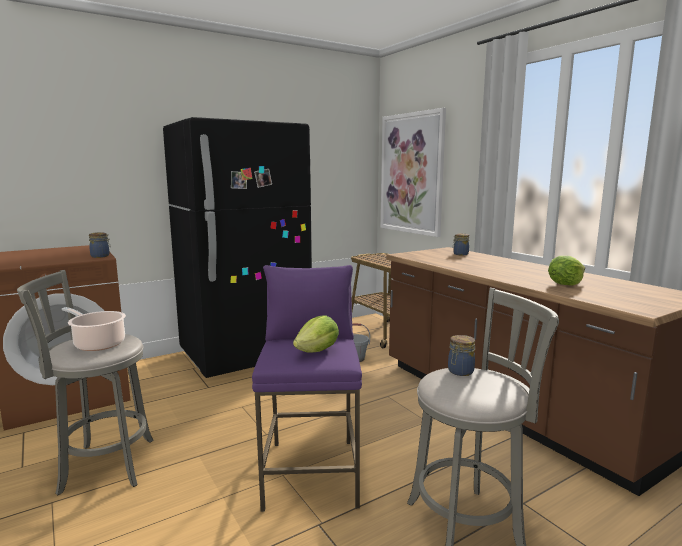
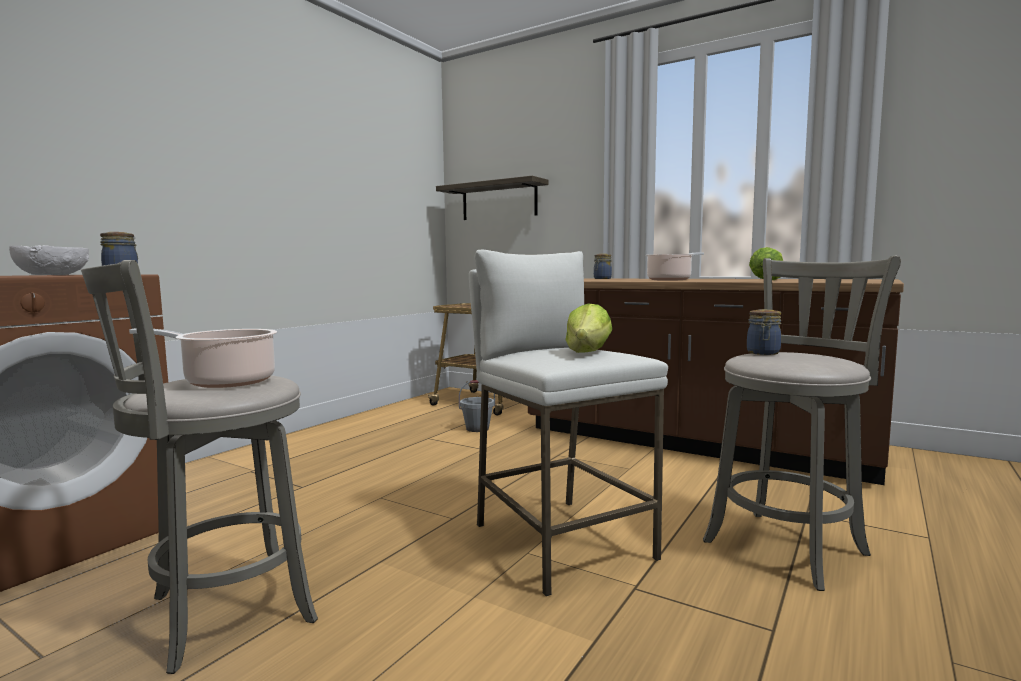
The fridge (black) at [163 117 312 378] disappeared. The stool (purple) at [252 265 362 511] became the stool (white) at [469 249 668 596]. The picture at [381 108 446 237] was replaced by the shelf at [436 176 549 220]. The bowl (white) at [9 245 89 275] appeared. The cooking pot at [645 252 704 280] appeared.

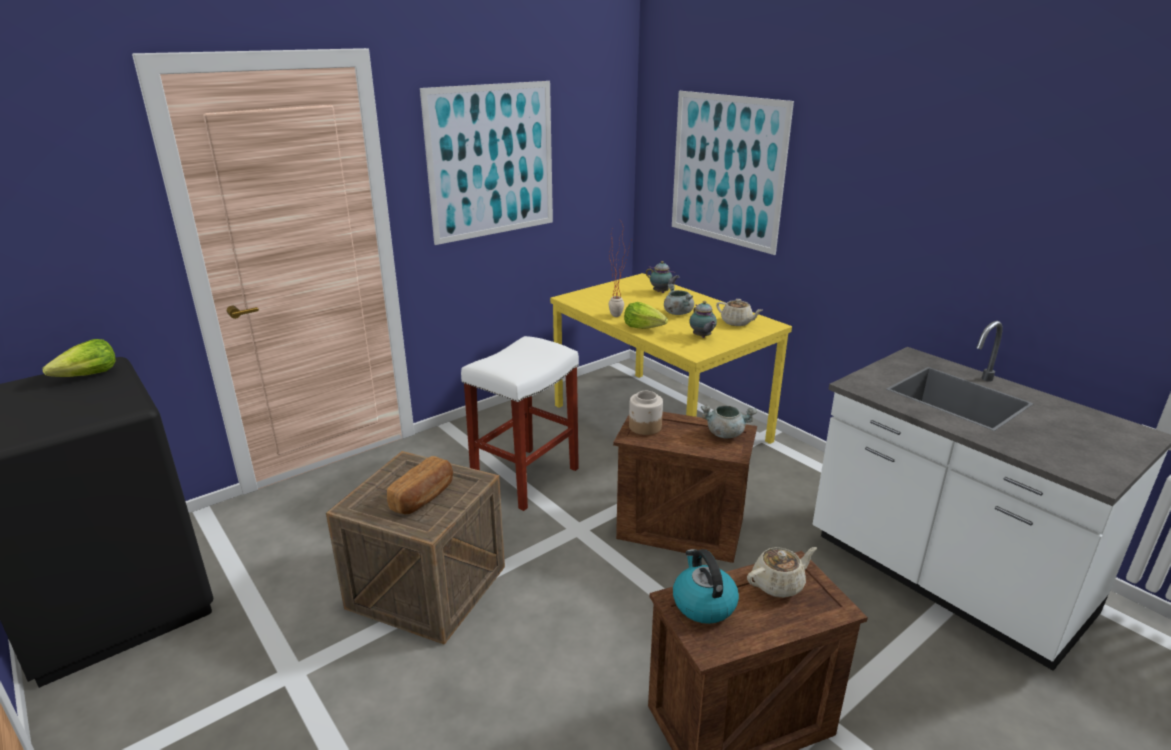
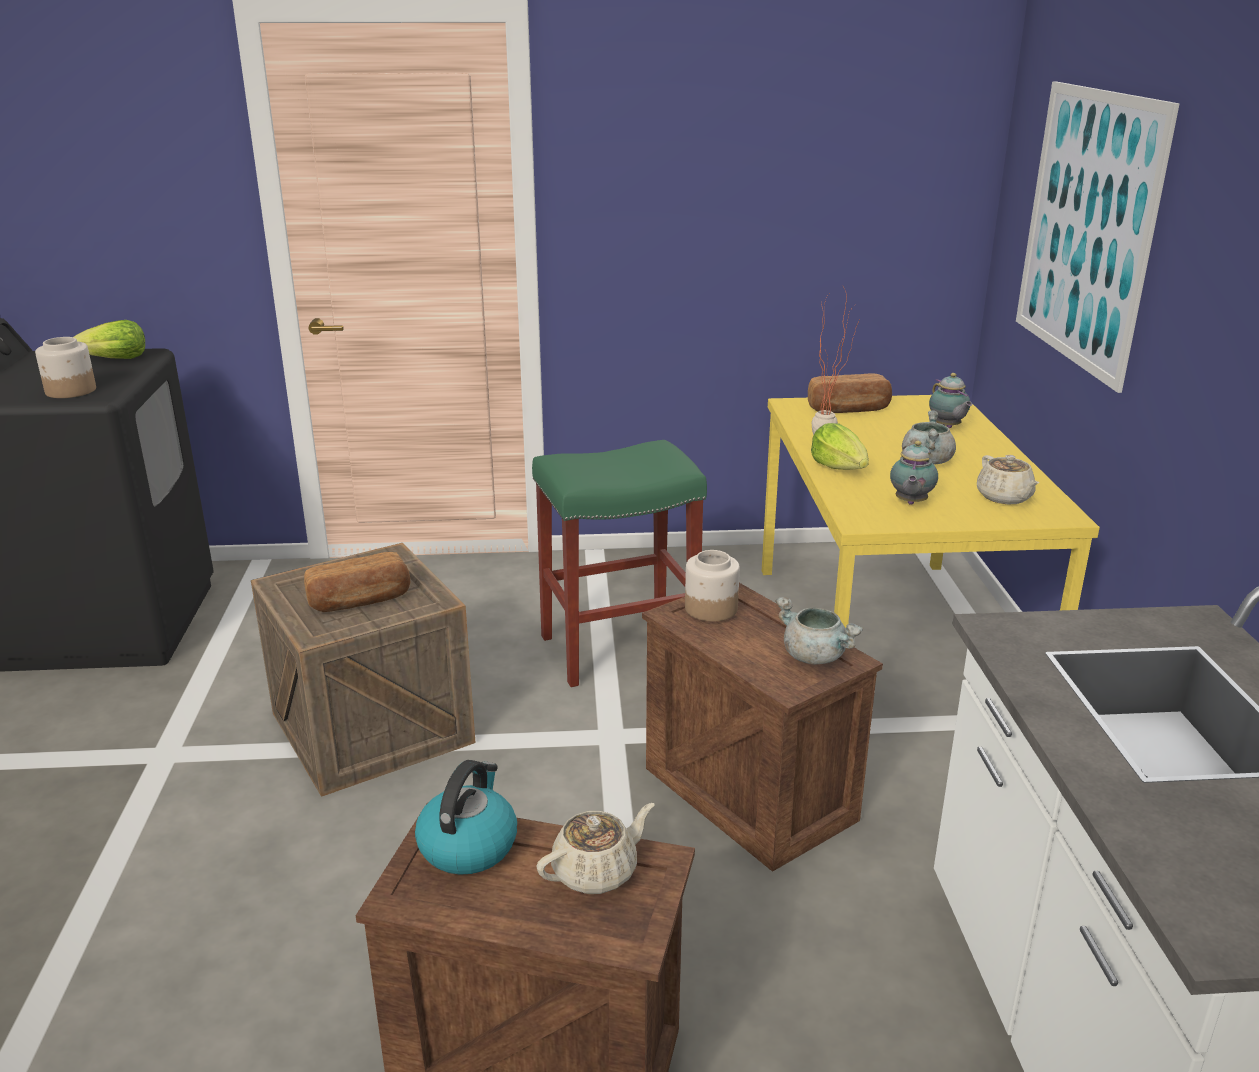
The picture at [420 81 553 245] disappeared. The stool (white) at [461 336 579 511] became the stool (green) at [532 440 707 687]. The teapot (beige) at [747 547 817 598] turned 45 degrees counterclockwise. The jar at [35 337 96 398] appeared. The bread at [808 373 892 413] appeared.

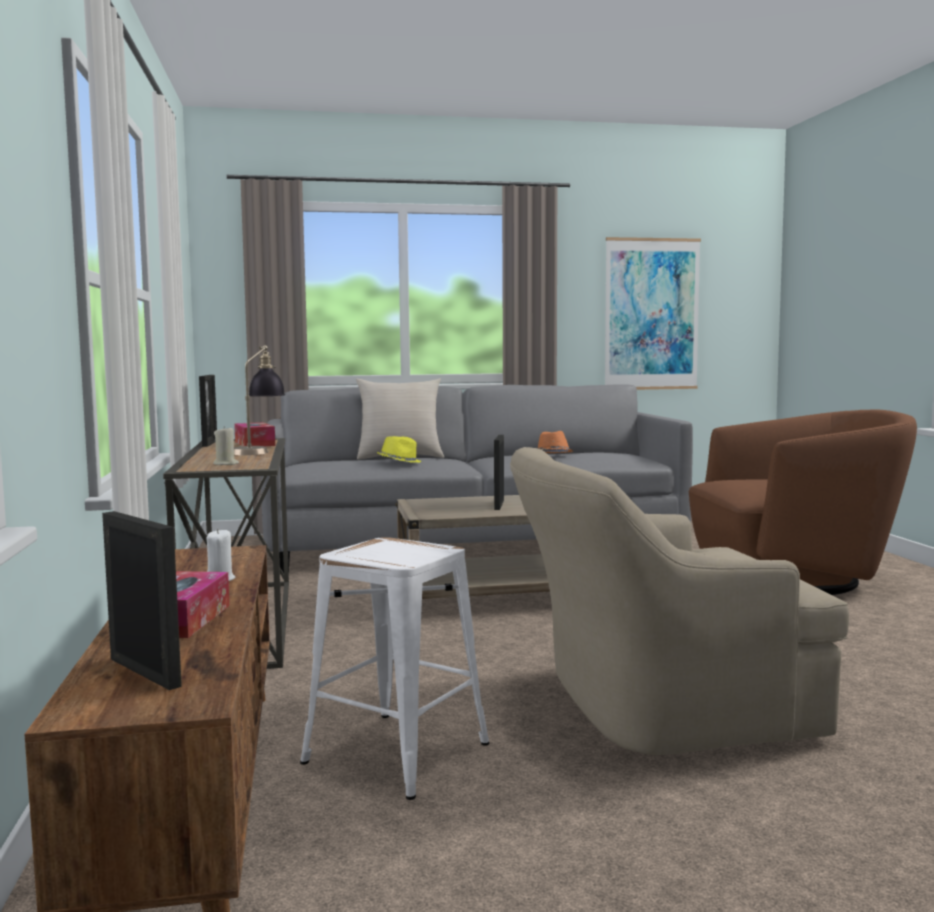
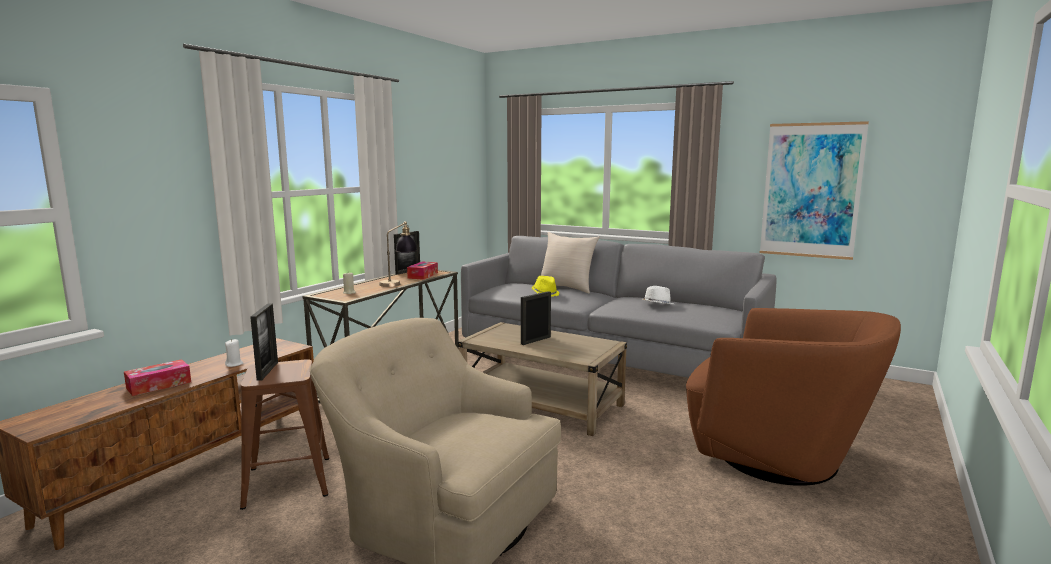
The picture frame moved from [102 511 182 690] to [250 303 278 381]. The stool (white) at [300 537 489 800] became the stool (brown) at [240 359 329 510]. The hat (orange) at [538 431 573 453] became the hat (white) at [642 286 674 304].

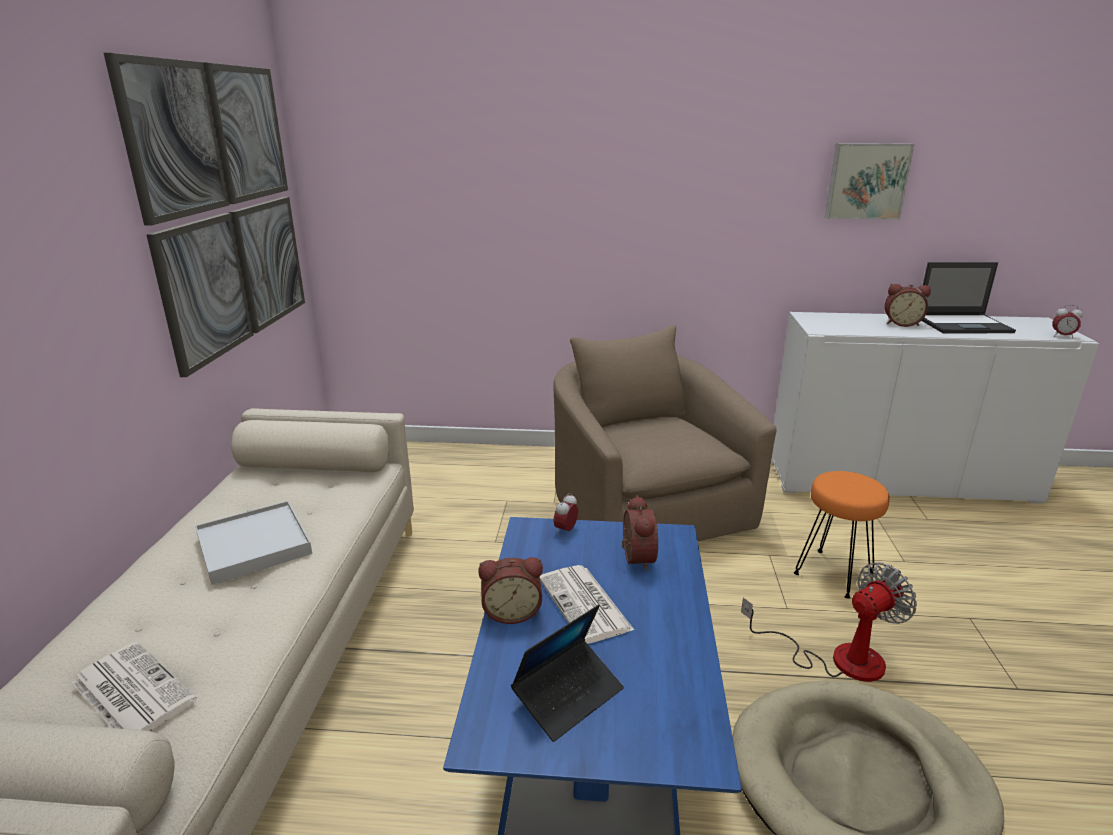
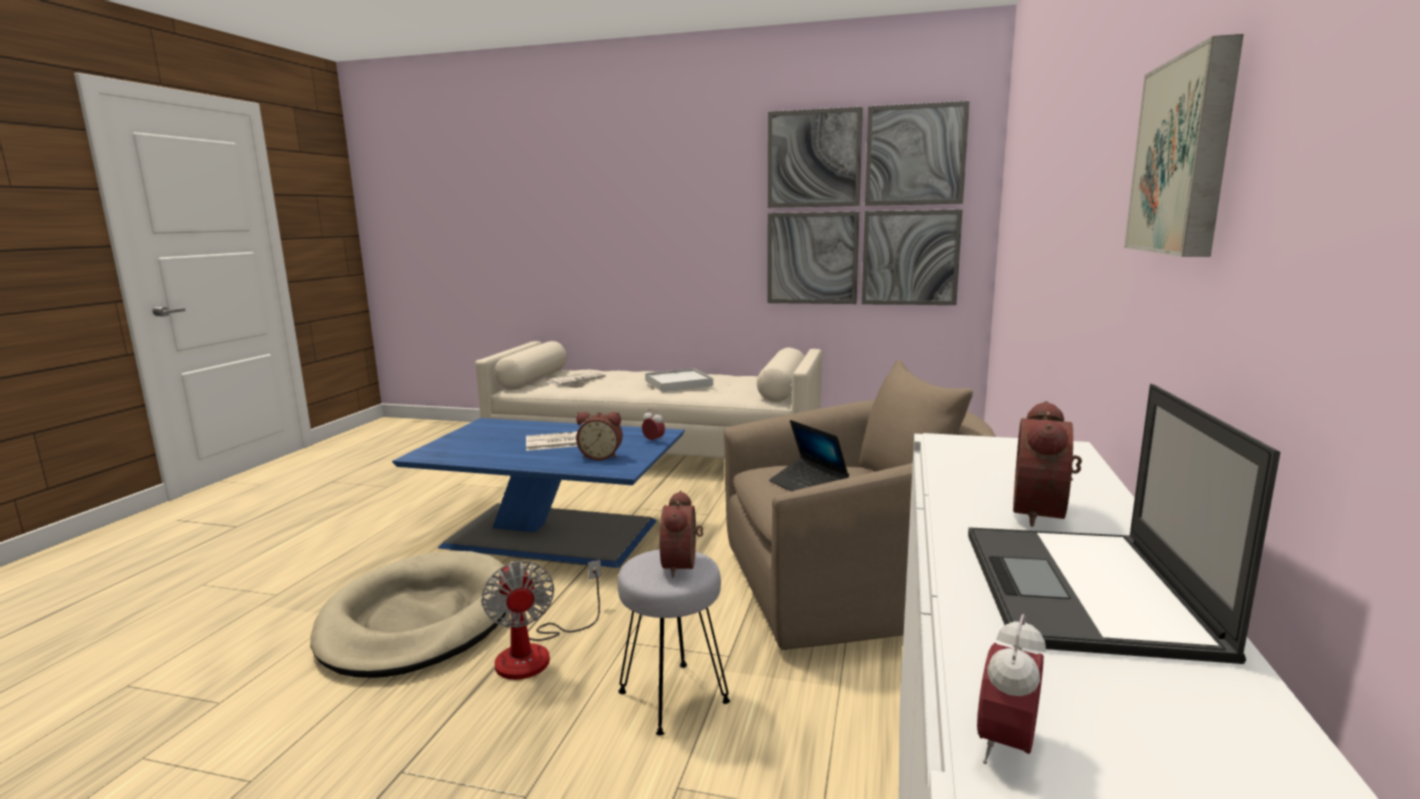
The alarm clock moved from [478 557 543 624] to [660 490 703 577]. The laptop moved from [511 605 624 742] to [769 420 849 492]. The stool (orange) at [794 471 890 599] became the stool (grey) at [618 549 730 735].

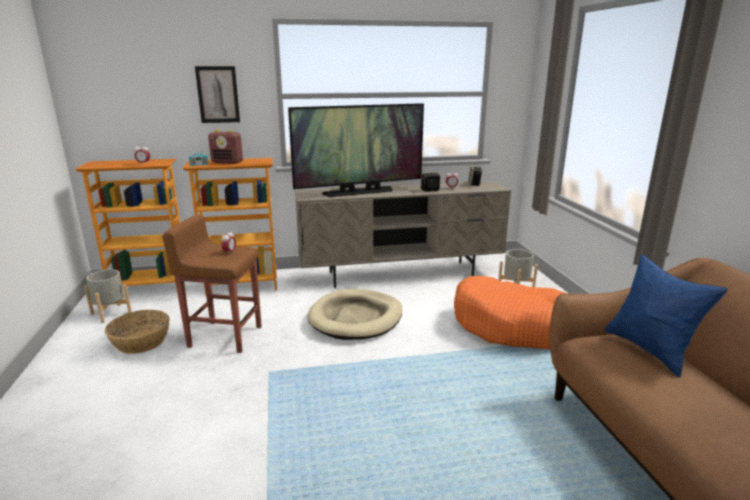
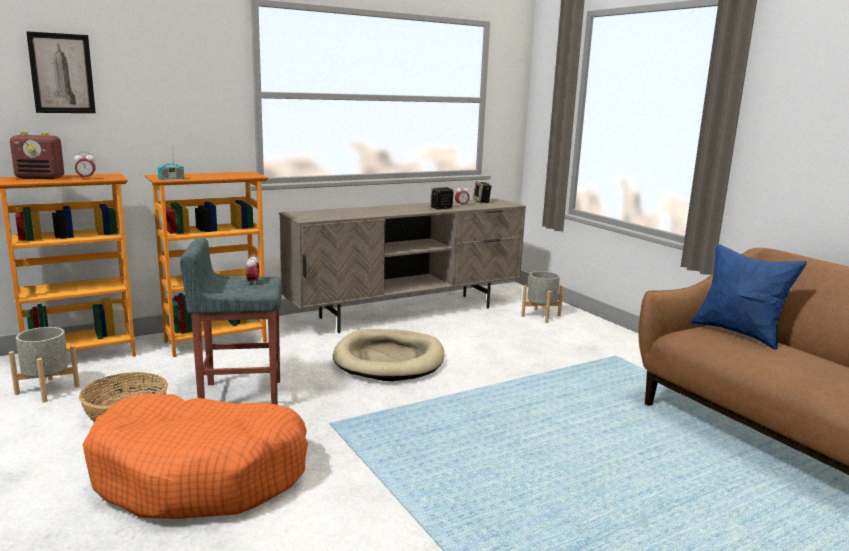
The stool (brown) at [163 215 262 353] became the stool (grey) at [180 238 282 405]. The picture moved from [195 66 240 123] to [26 31 96 113]. The radio moved from [208 130 243 164] to [10 132 64 179]. The television at [288 103 424 197] disappeared. The dog bed (orange) moved from [454 276 565 349] to [83 394 308 519].

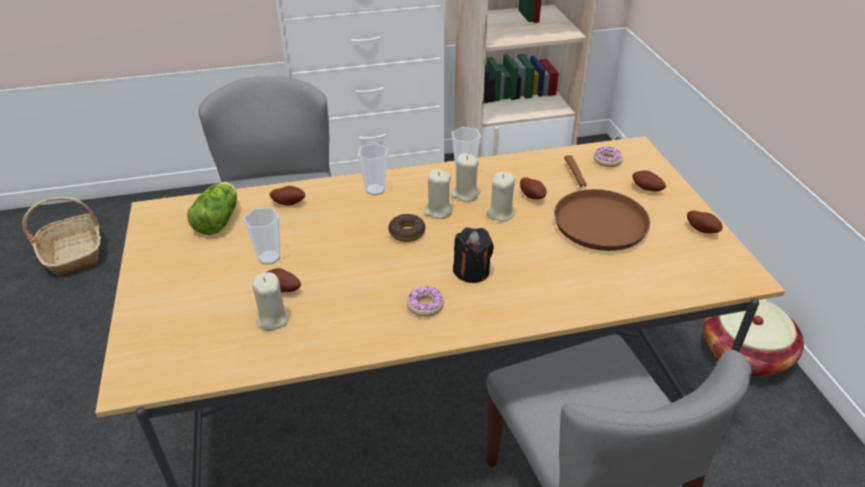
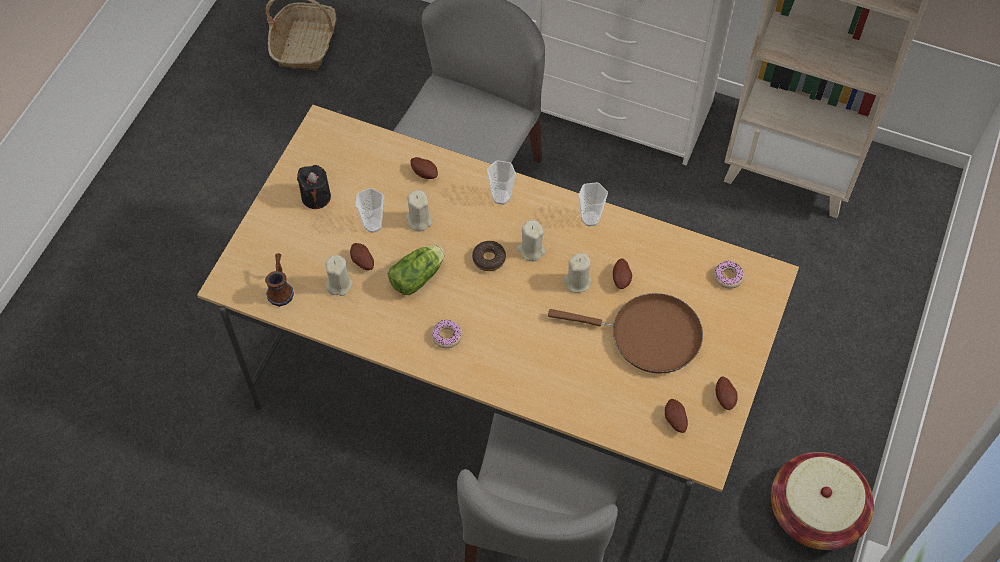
The lettuce moved from [187 182 237 235] to [388 245 445 295]. The candle (beige) moved from [451 153 480 202] to [405 190 432 232]. The candle (black) moved from [453 227 494 283] to [297 165 331 209]. The frying pan (brown) at [554 155 650 251] turned 105 degrees counterclockwise. The potato moved from [632 170 666 192] to [665 399 688 433]. The mug at [265 253 294 307] appeared.

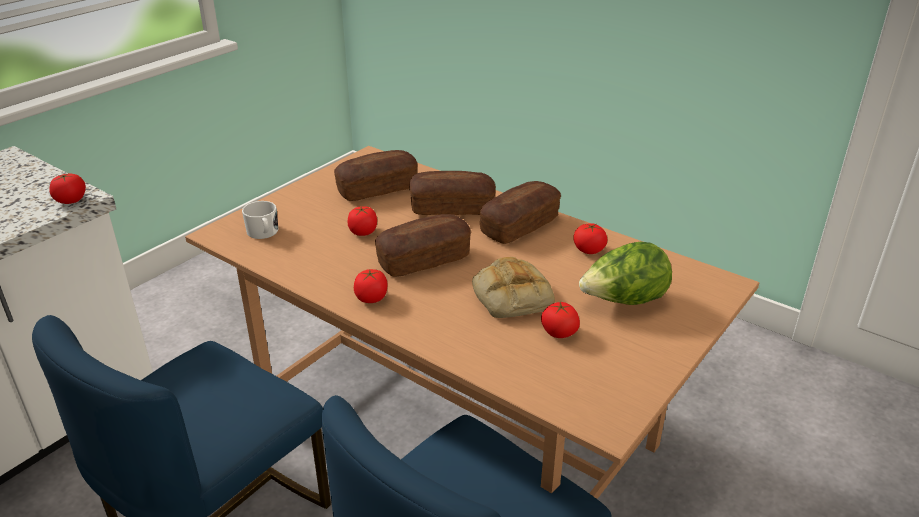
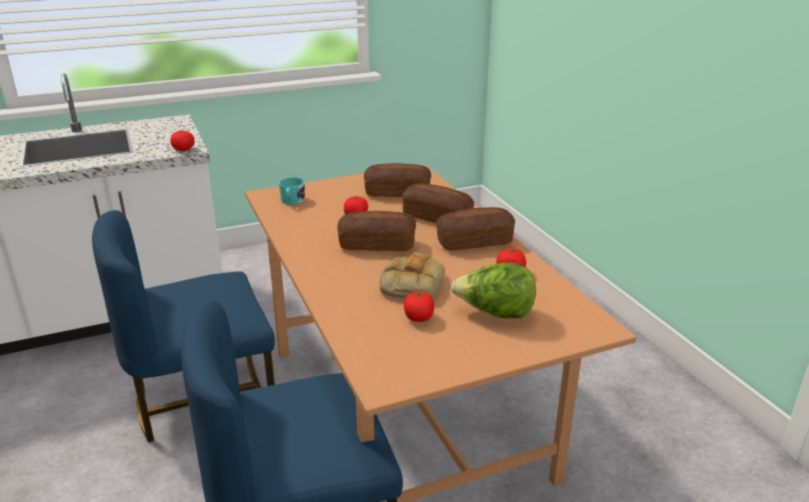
The mug (white) at [242 201 278 239] became the mug (turquoise) at [279 177 305 205]. The tomato at [354 269 387 303] disappeared.

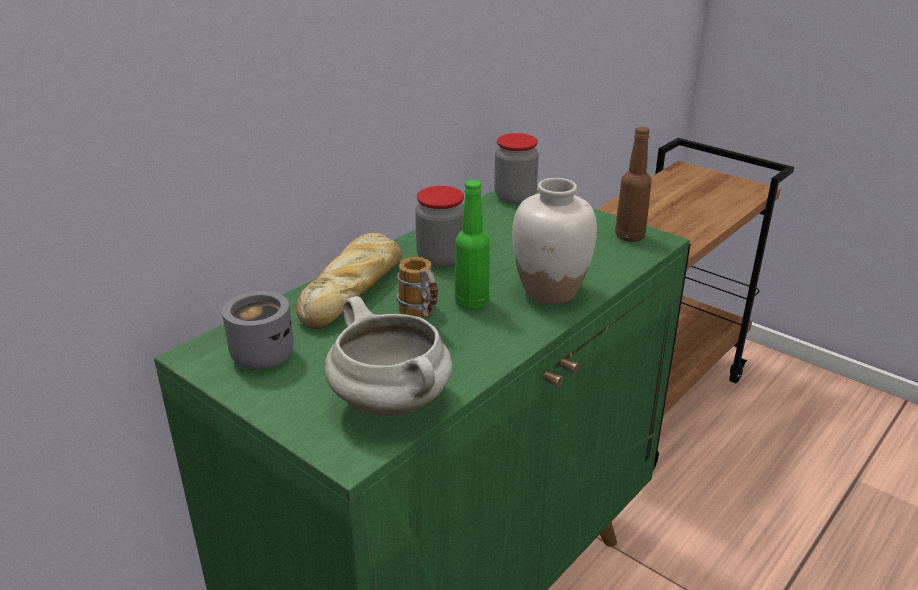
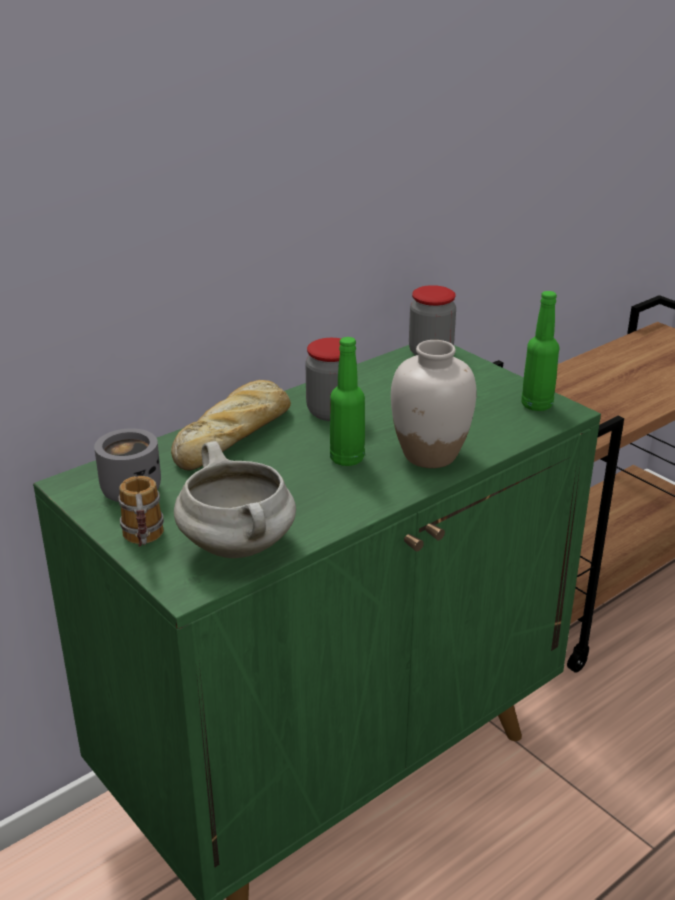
The mug moved from [397 257 438 318] to [118 476 164 547]. The bottle (brown) at [615 127 652 242] became the bottle (green) at [522 291 559 411].

